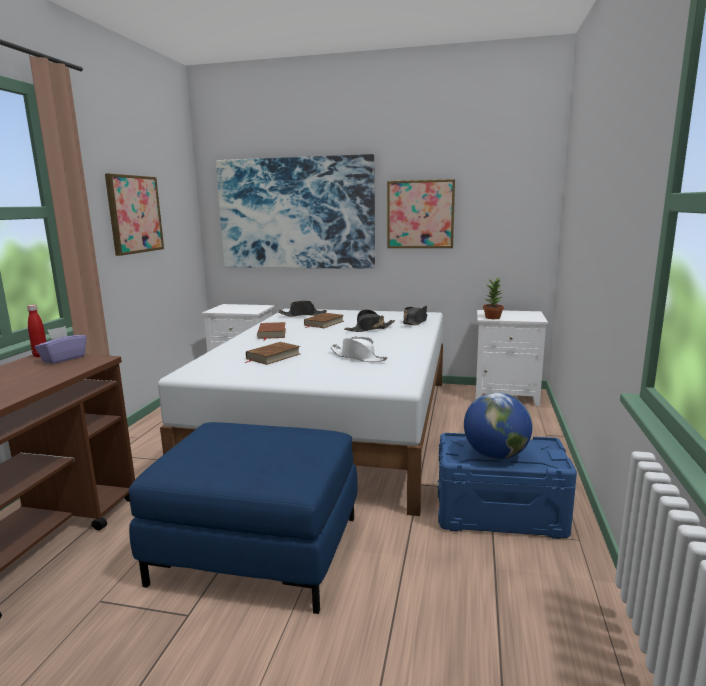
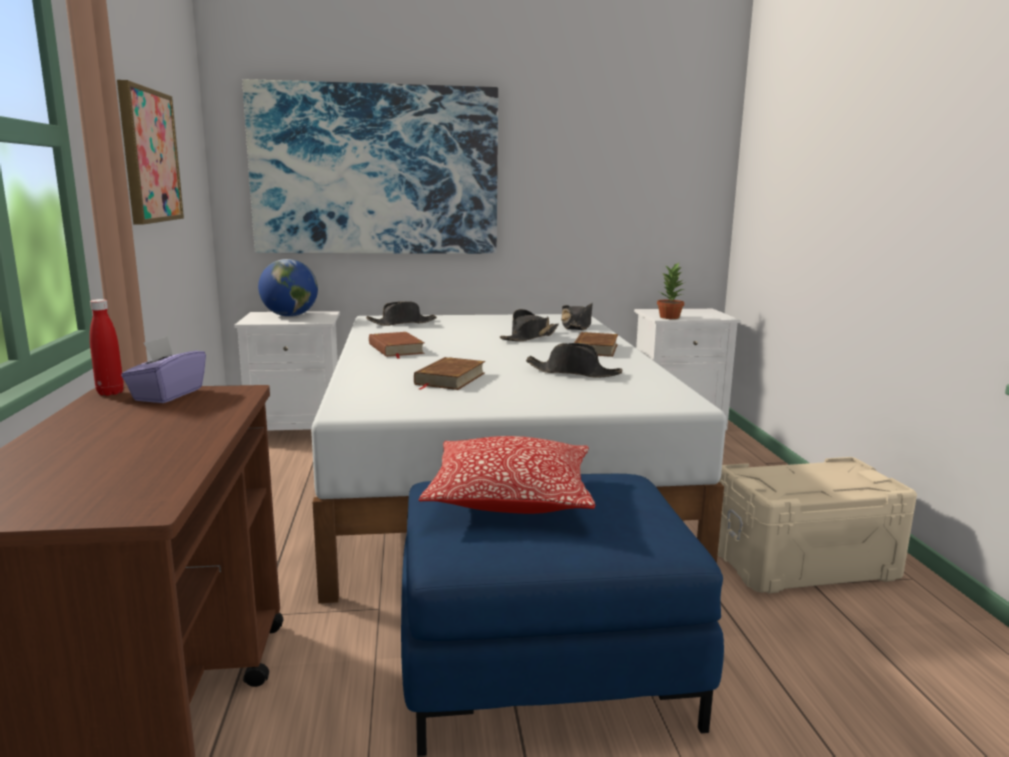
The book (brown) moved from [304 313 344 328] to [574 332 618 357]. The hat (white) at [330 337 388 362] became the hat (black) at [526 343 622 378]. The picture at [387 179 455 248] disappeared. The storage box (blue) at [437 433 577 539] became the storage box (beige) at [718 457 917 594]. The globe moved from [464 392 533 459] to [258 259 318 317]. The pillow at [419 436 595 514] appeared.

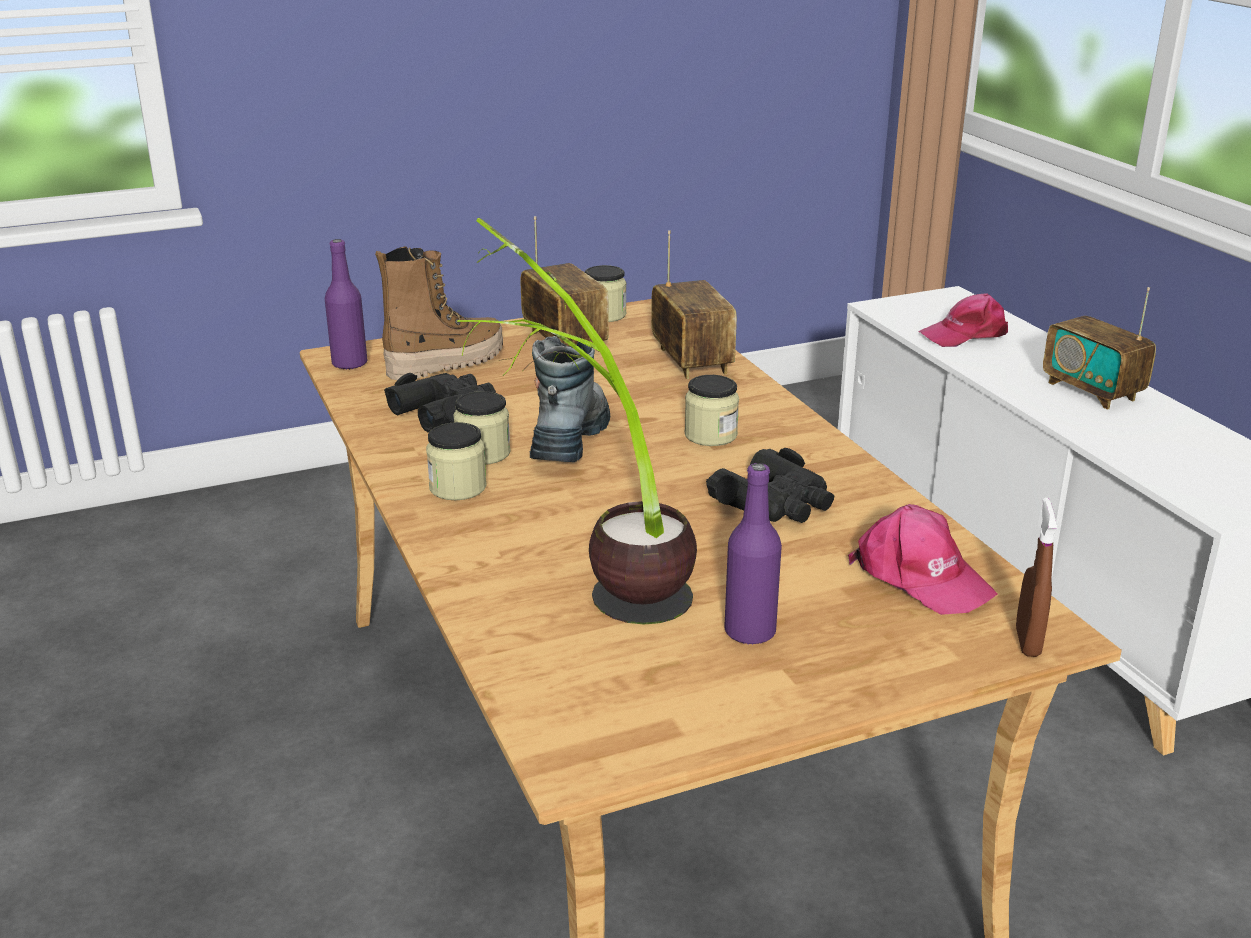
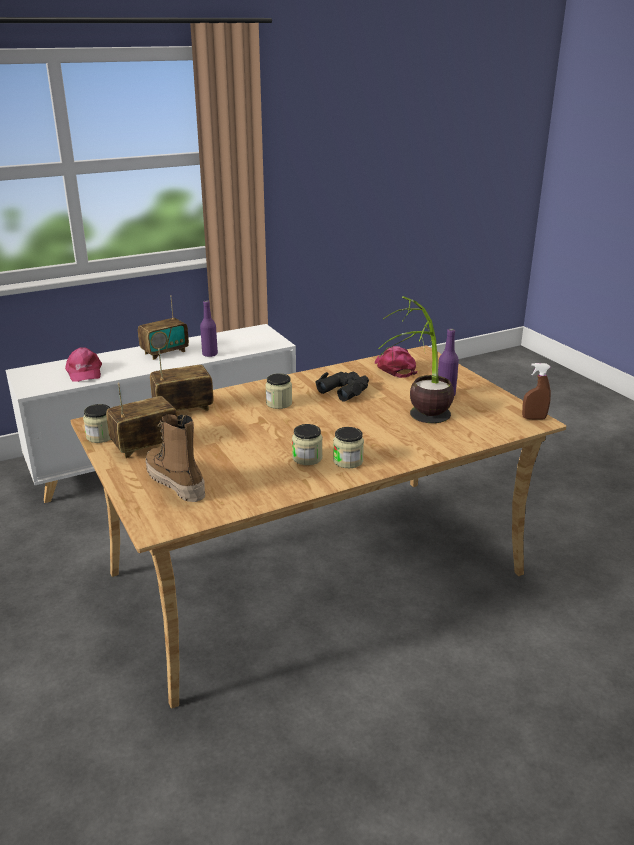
The bottle (purple) moved from [325 239 367 370] to [200 300 218 357]. The binoculars (black) at [384 373 496 433] disappeared. The boot at [530 336 610 462] disappeared. The cap (pink) at [848 504 998 615] turned 60 degrees counterclockwise. The spray bottle (brown) moved from [1016 498 1057 657] to [522 363 551 419].

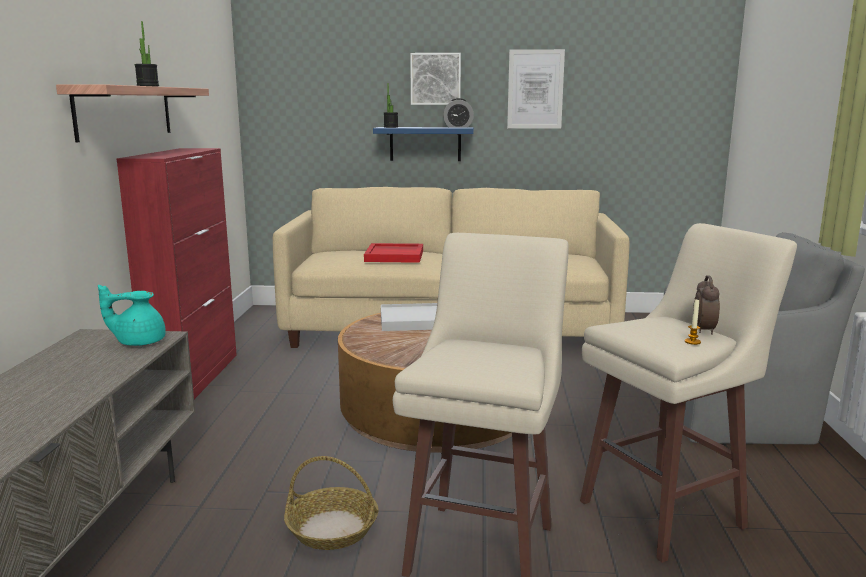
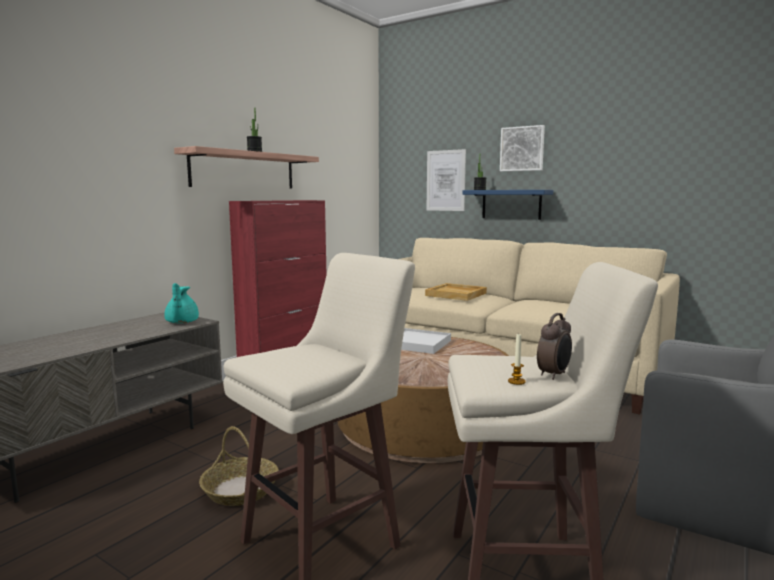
The teapot (turquoise) at [98 285 166 346] turned 120 degrees counterclockwise. The tray (red) at [364 243 423 263] became the tray (beige) at [425 283 487 301]. The alarm clock at [443 98 474 128] disappeared. The picture moved from [507 49 565 129] to [427 149 466 211].

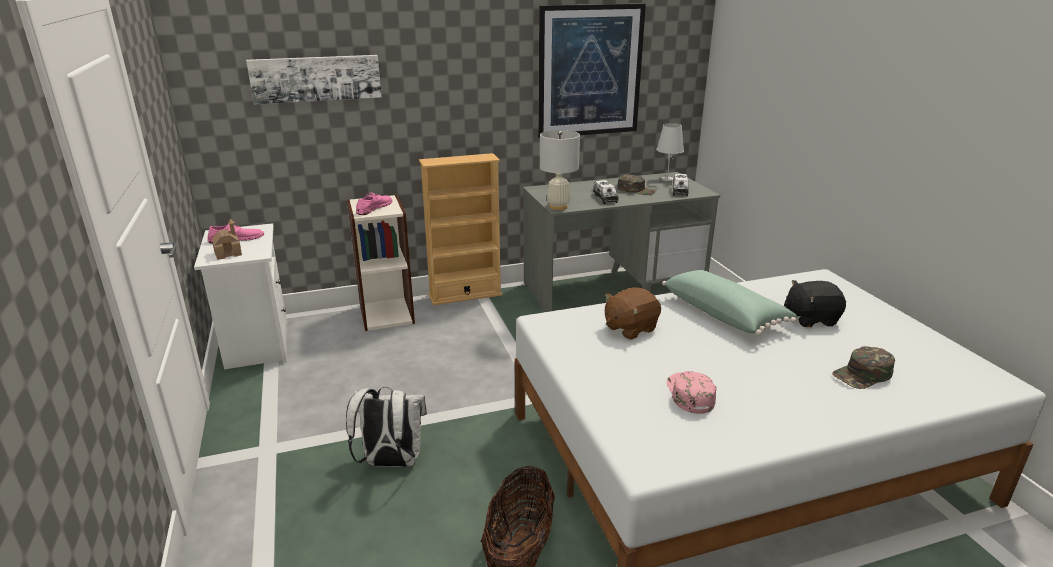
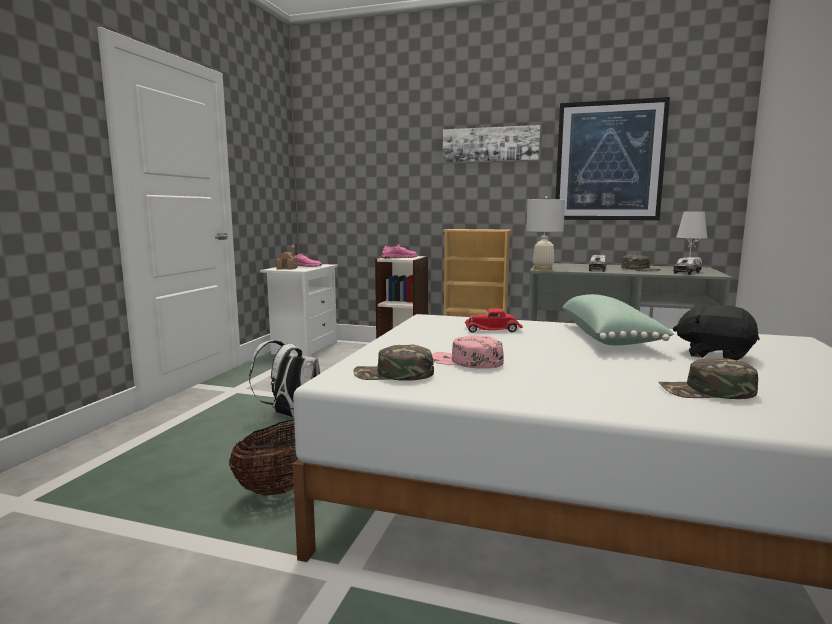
The picture moved from [246 55 382 104] to [443 125 540 162]. The plush toy (brown) at [605 288 661 340] was replaced by the toy car (red) at [465 308 523 333]. The cap (pink) at [667 371 717 414] turned 90 degrees counterclockwise. The cap (green) at [353 344 434 381] appeared.

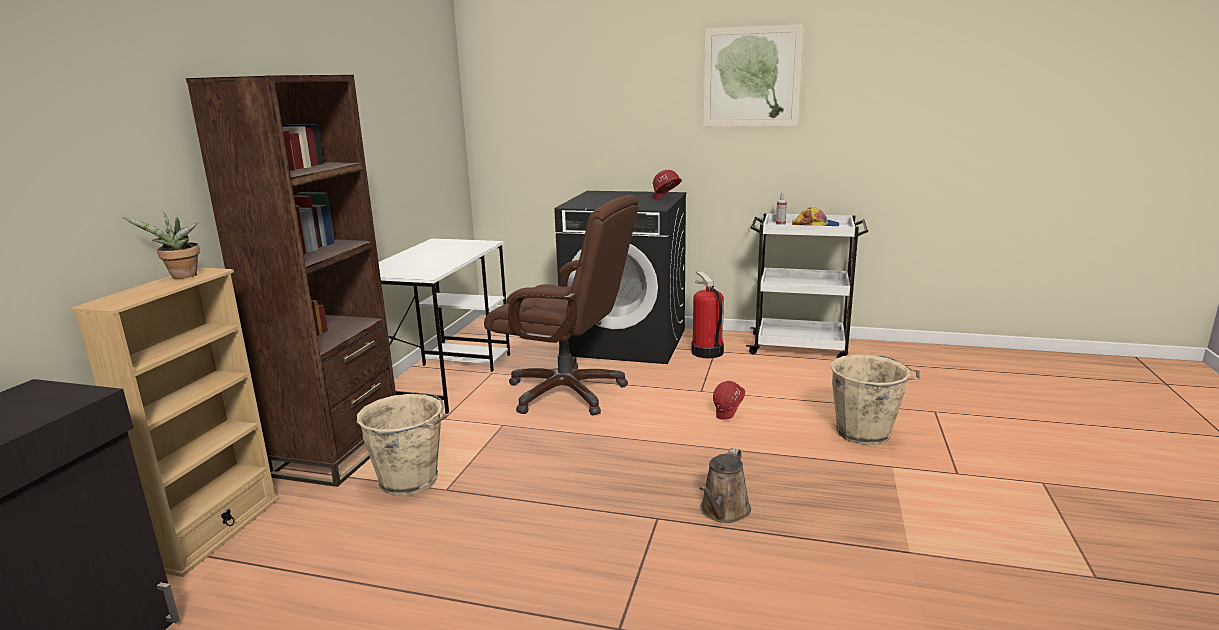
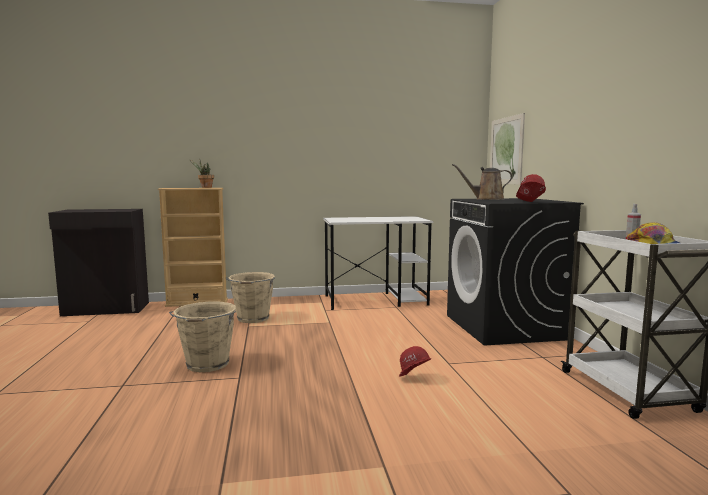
The bookcase (brown) at [186 75 396 487] disappeared. The office chair (brown) at [484 194 639 416] disappeared. The fire extinguisher at [691 271 724 358] disappeared. The watering can (brown) moved from [700 448 751 523] to [452 164 513 200]. The picture moved from [704 24 804 127] to [490 113 525 185]. The bucket (beige) moved from [830 355 920 446] to [169 301 236 372].

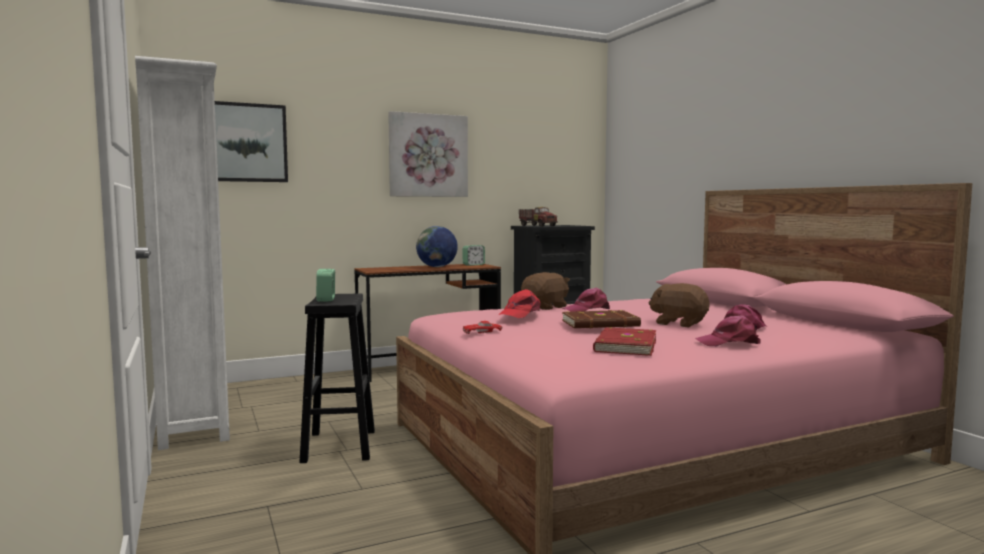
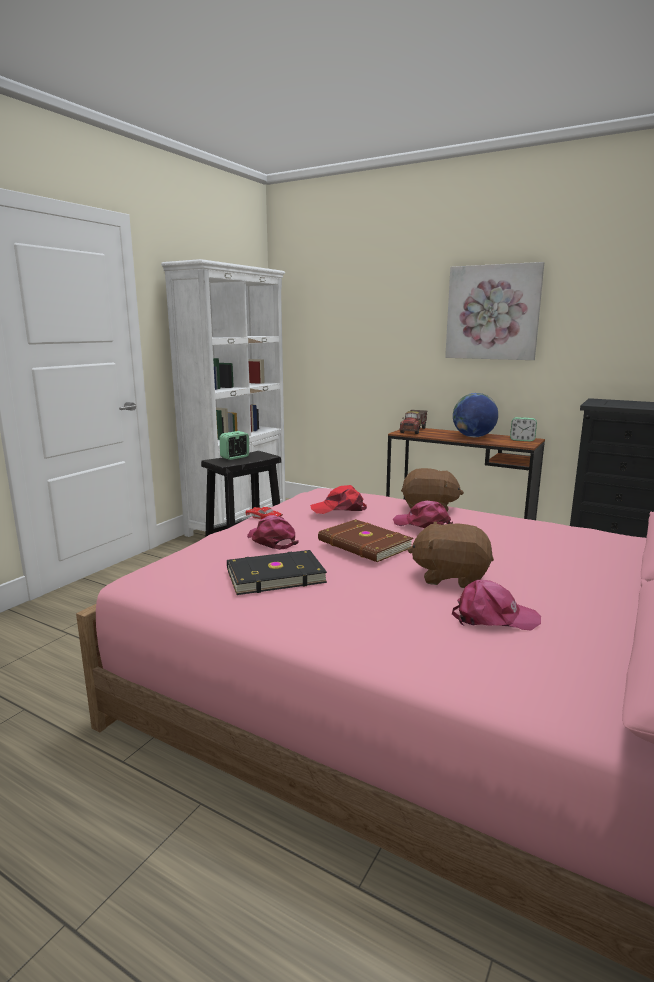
The picture at [215 101 288 182] disappeared. The toy truck moved from [518 207 557 227] to [400 410 428 434]. The book (red) at [593 327 656 356] became the book (black) at [227 550 327 595]. The plush toy (brown) at [649 283 710 327] turned 75 degrees counterclockwise. The cap (pink) moved from [695 315 761 346] to [247 515 299 550].

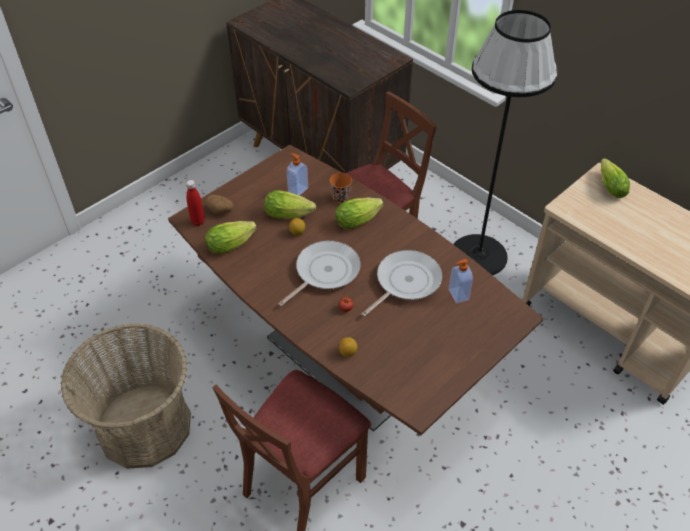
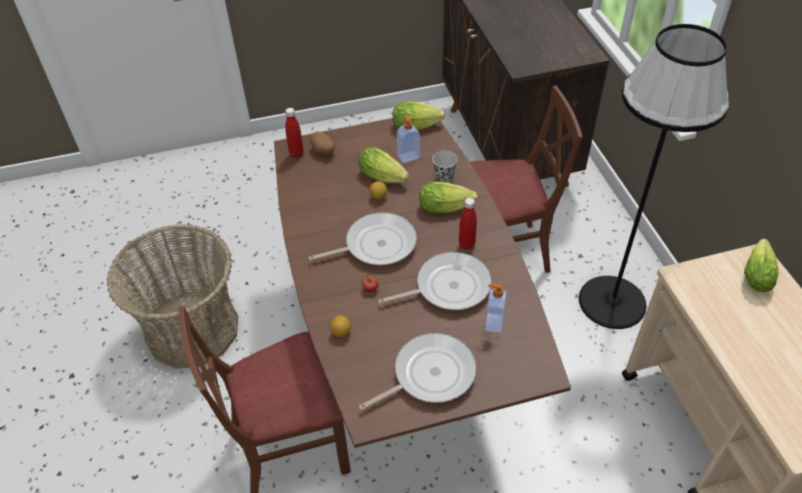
The lettuce moved from [205 221 257 254] to [393 101 445 130]. The cup (orange) at [330 173 352 204] became the cup (black) at [432 151 458 183]. The frying pan at [359 333 476 410] appeared. The bottle (red) at [459 198 477 250] appeared.

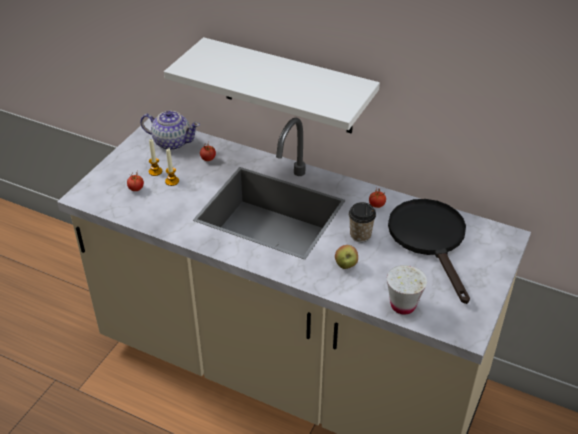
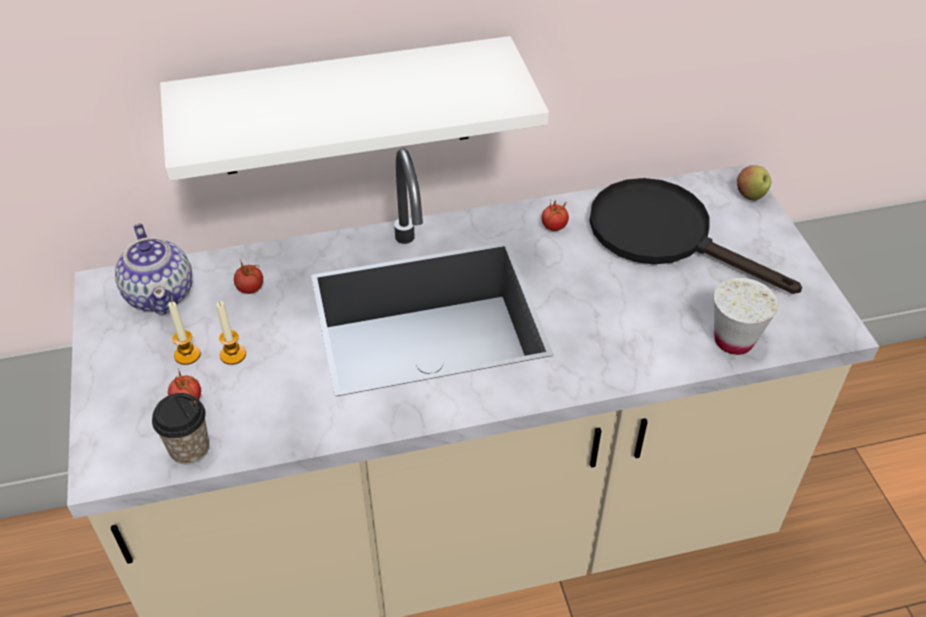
The teapot at [140 111 200 150] turned 90 degrees clockwise. The apple moved from [335 245 358 269] to [737 165 771 201]. The cup moved from [349 202 376 242] to [152 393 209 465].

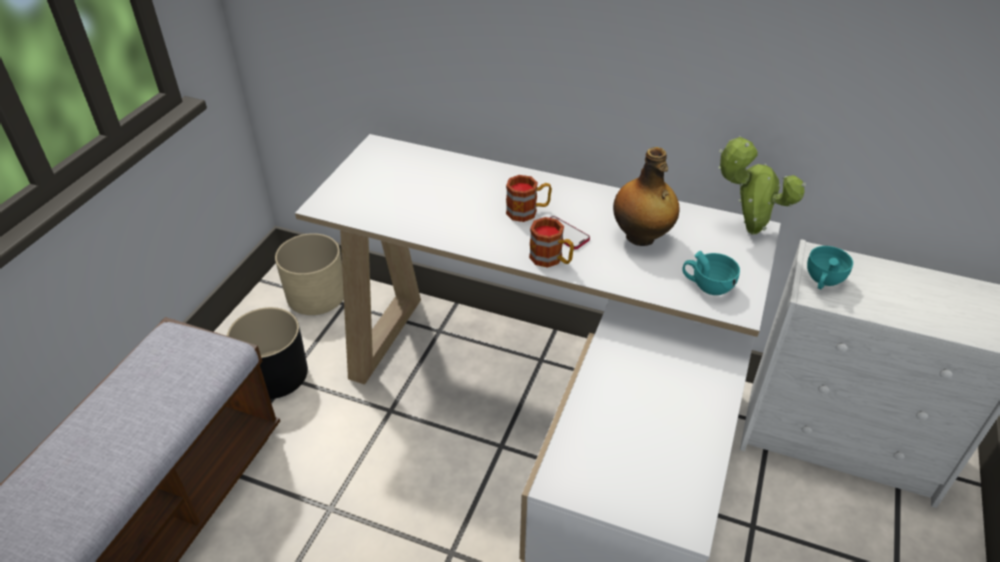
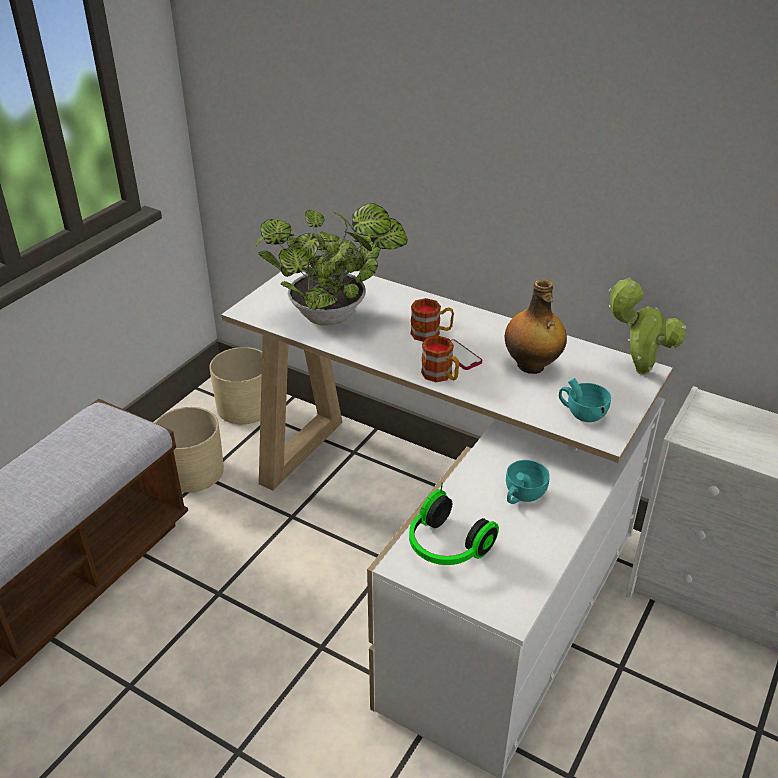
The planter (black) at [227 307 308 399] became the planter (beige) at [155 407 224 493]. The cup (turquoise) moved from [807 246 853 289] to [506 460 550 504]. The potted plant at [256 203 408 326] appeared. The headphones at [409 482 499 565] appeared.

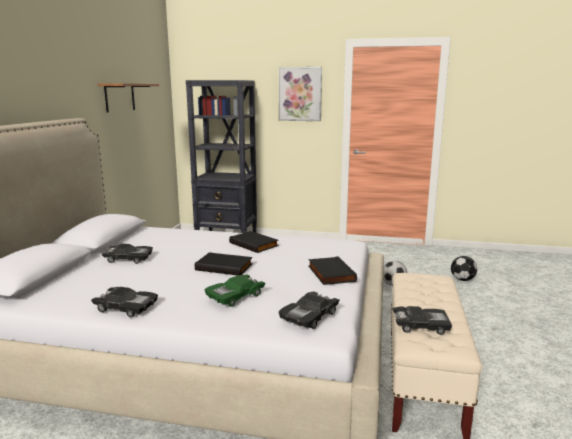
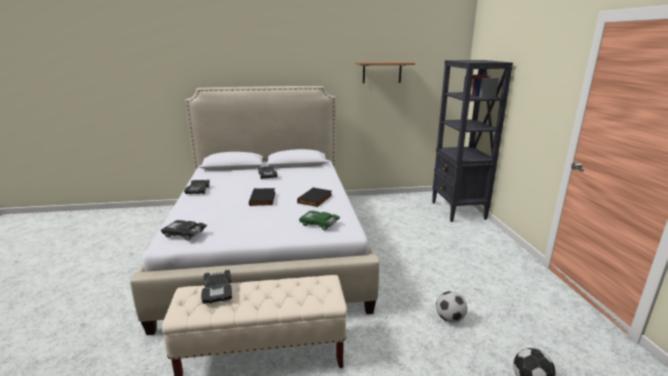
The toy car (green) moved from [204 275 265 306] to [299 211 340 230]. The picture at [279 67 322 121] disappeared. The book (black) at [308 256 357 285] disappeared.

